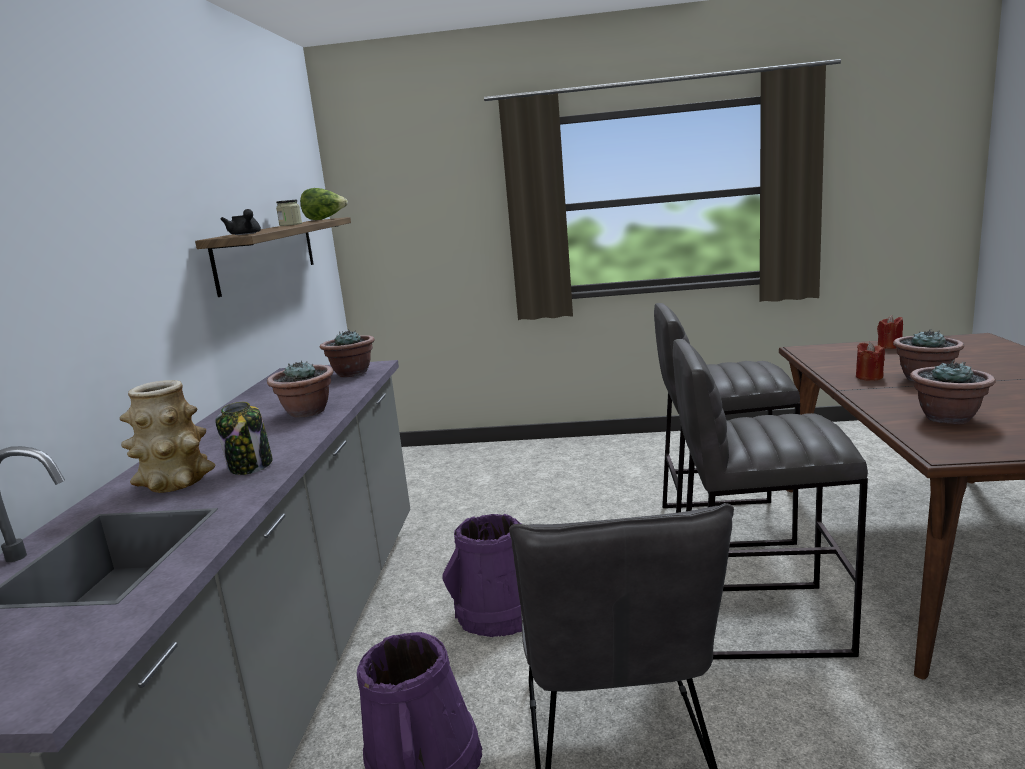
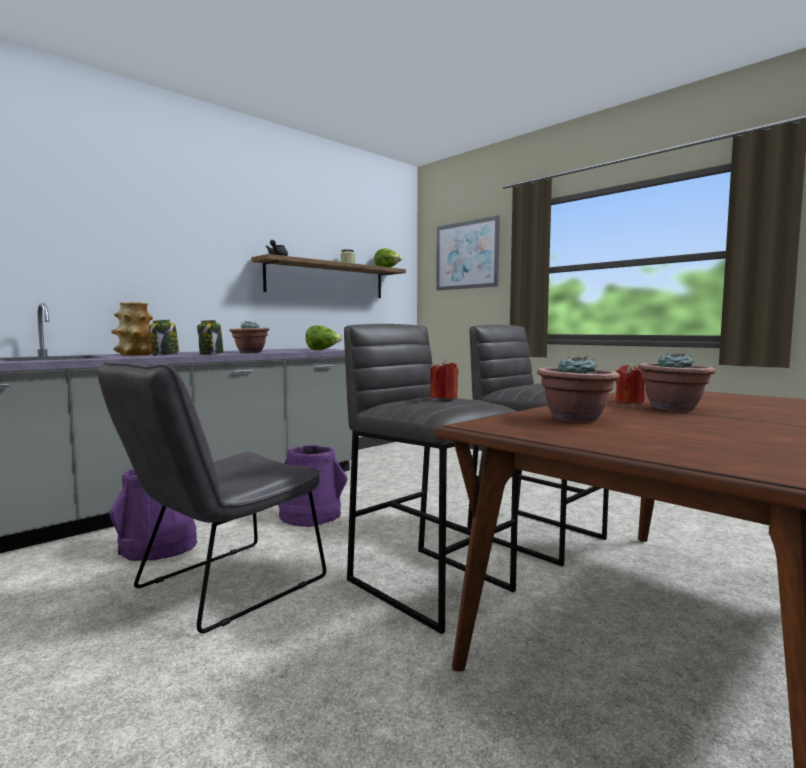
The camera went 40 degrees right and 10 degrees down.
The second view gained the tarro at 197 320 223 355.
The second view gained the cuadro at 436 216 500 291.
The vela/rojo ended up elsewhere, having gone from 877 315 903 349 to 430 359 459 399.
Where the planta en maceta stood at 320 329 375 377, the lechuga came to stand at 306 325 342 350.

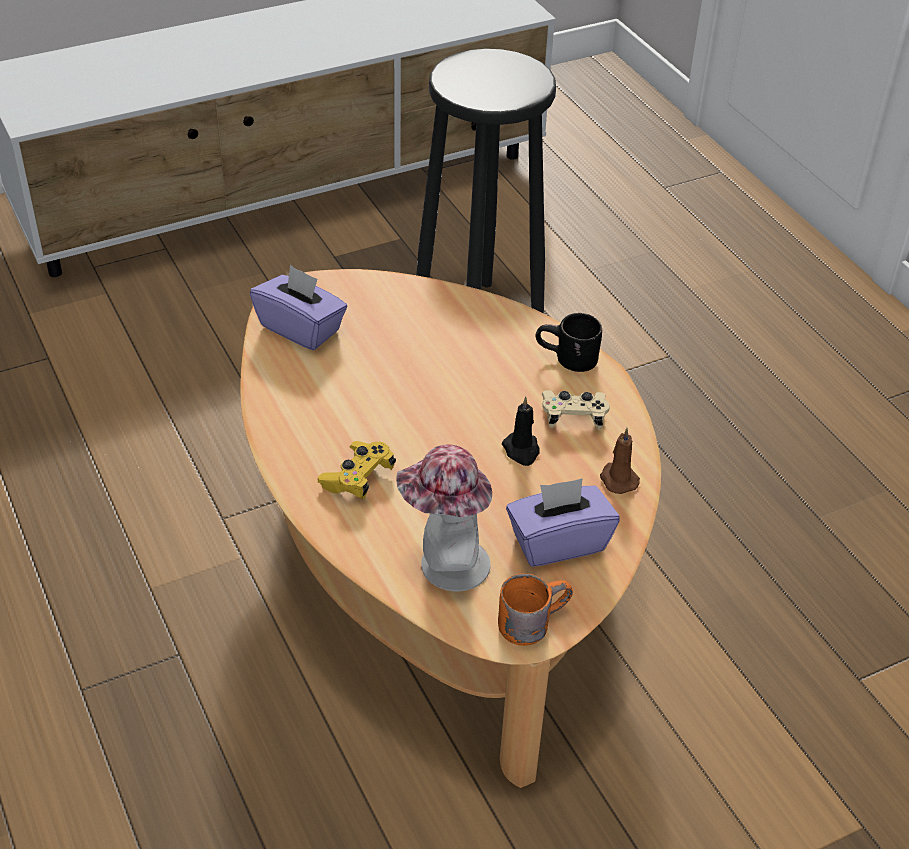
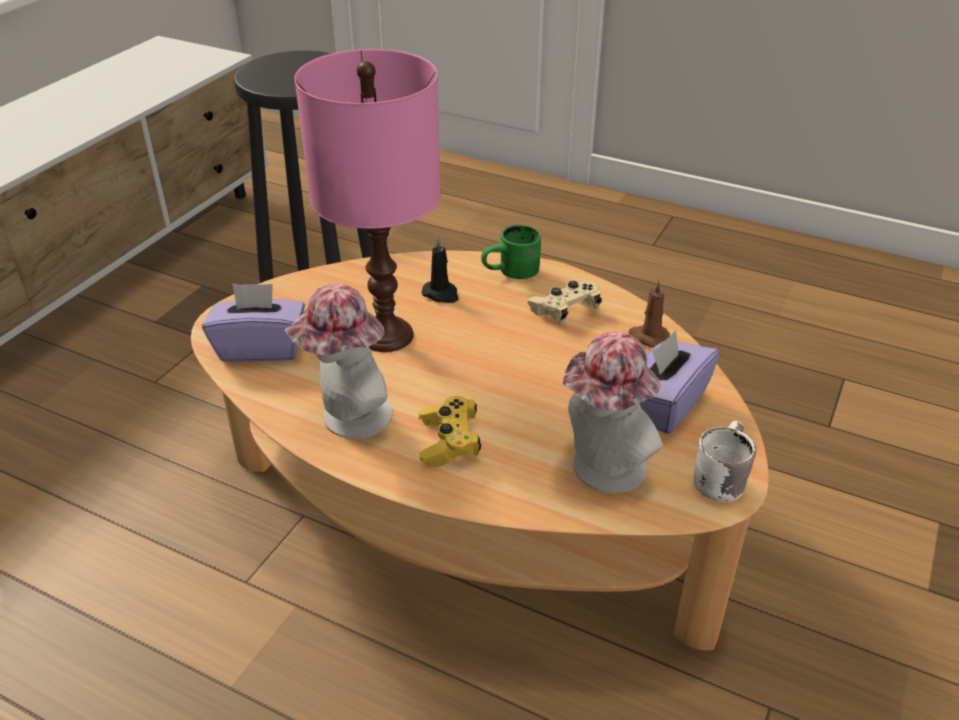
The camera went 35 degrees left and 5 degrees down.
The second view gained the sombrero at 285 284 392 439.
The second view gained the lámpara de mesa/rosa at 294 49 441 352.
The vela/negro ended up elsewhere, having gone from 502 397 540 466 to 421 237 458 303.
What was the taza grande/naranja at 498 573 573 646 turned into the taza grande/blanco at 694 421 756 502.
What was the taza grande/negro at 536 313 602 372 turned into the taza grande/verde at 481 224 541 279.

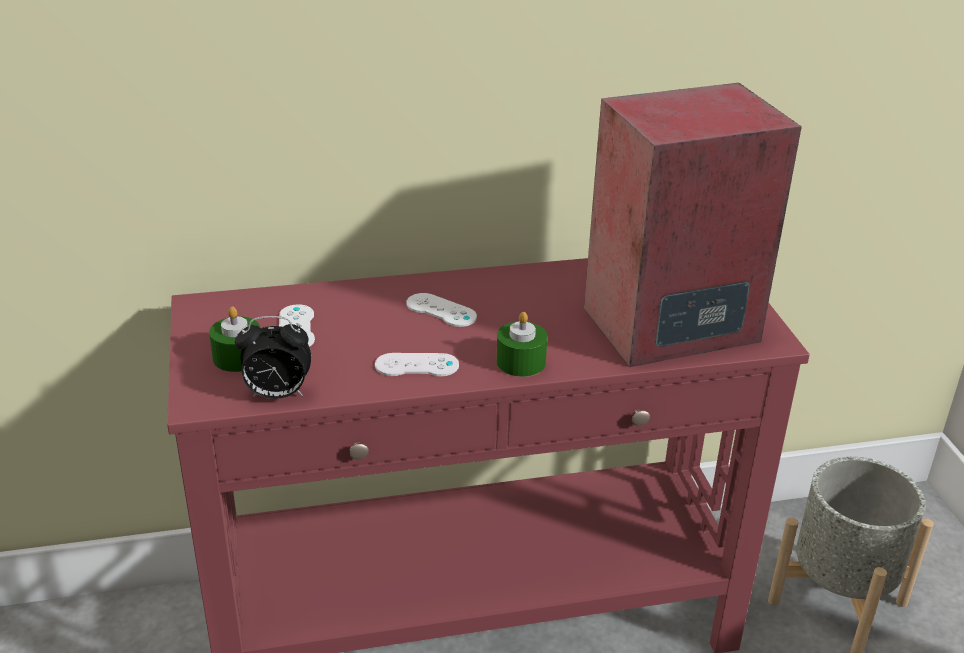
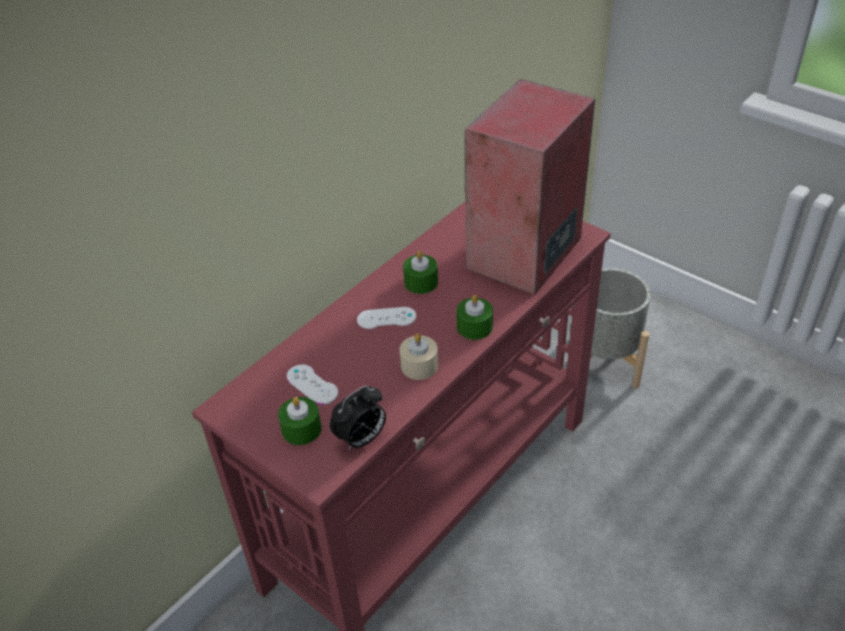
The camera went 35 degrees left and 10 degrees up.
The second view gained the vela/verde at 403 251 438 294.
Where the mando de consola/blanco stood at 375 353 459 376, the vela/beis came to stand at 400 333 438 380.

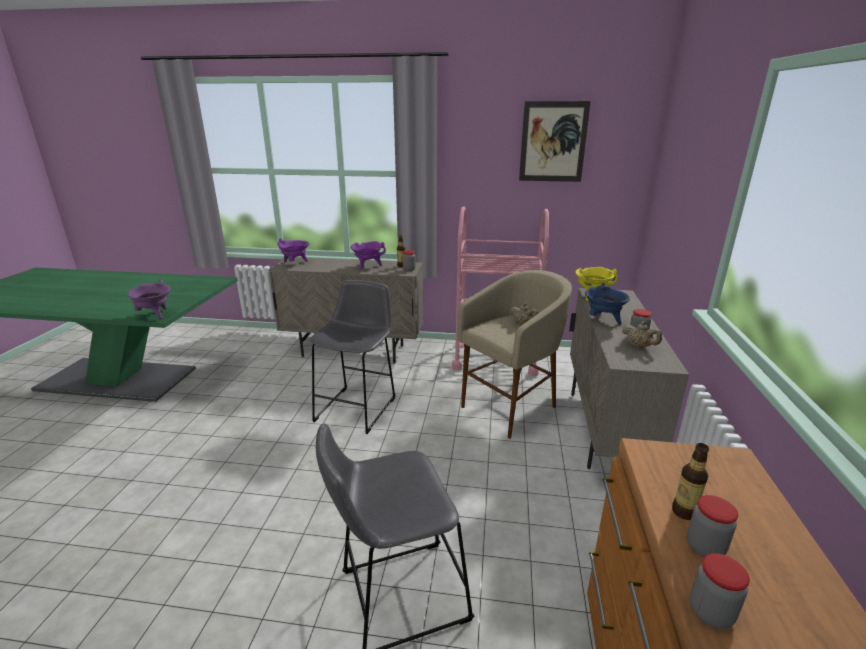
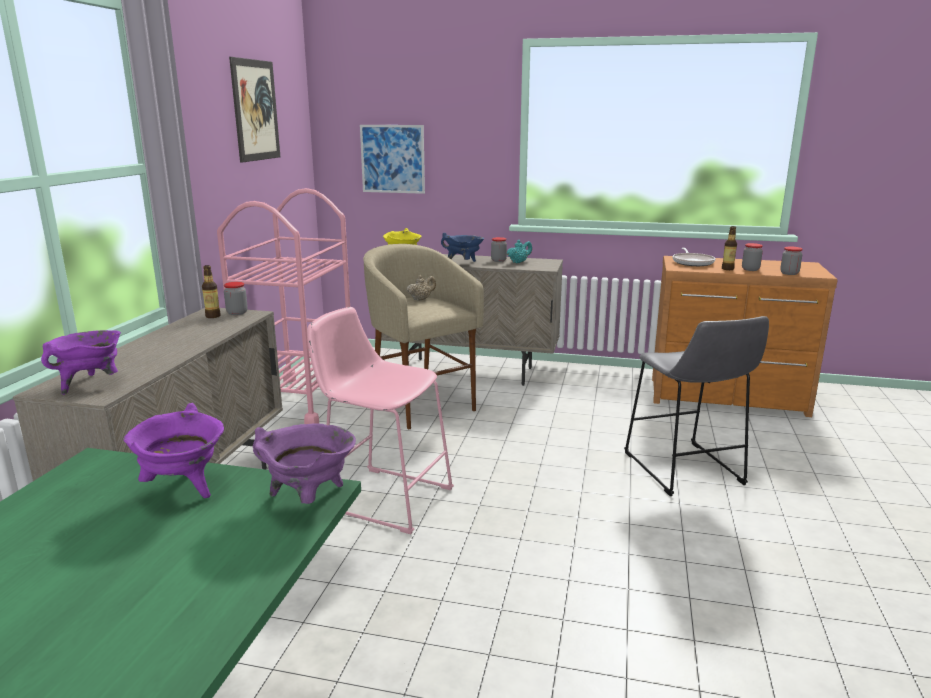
The camera went 85 degrees left and 5 degrees down.
The second view gained the cuadro at 360 125 425 194.
The second view gained the sartén at 673 248 715 266.
The olla/morado ended up elsewhere, having gone from 350 241 386 270 to 123 403 224 498.
What was the taburete/gris at 310 280 395 434 turned into the taburete/rosa at 307 307 454 534.
What was the tetera/beis at 622 321 662 348 turned into the tetera/turquesa at 507 240 532 263.

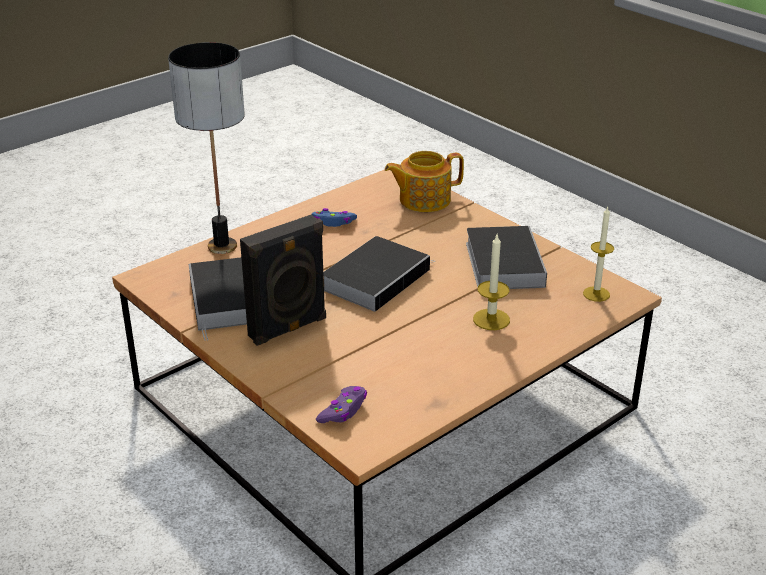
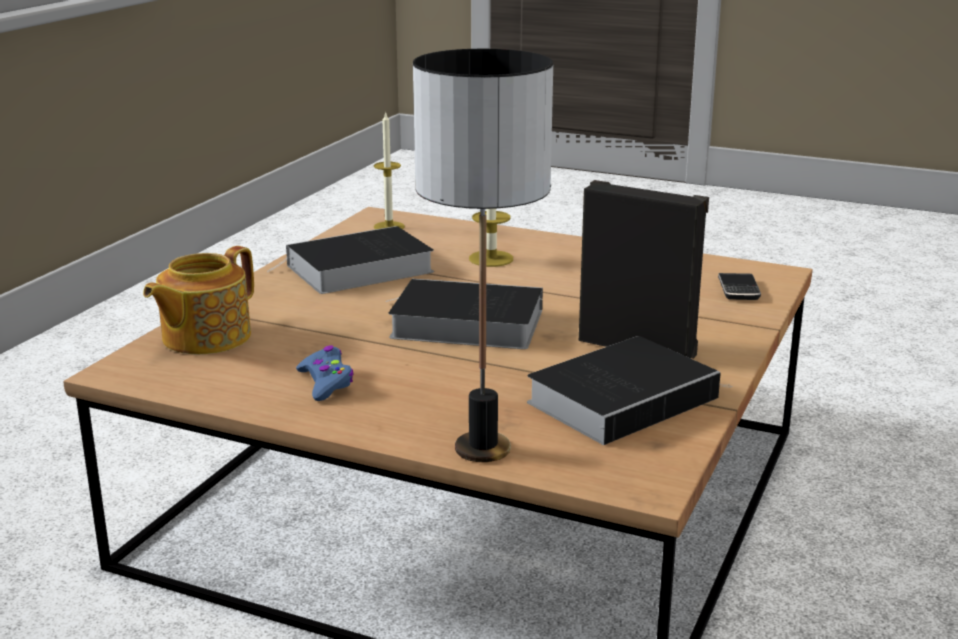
The camera went 115 degrees left and 10 degrees down.
Where the mando de consola/morado stood at 316 386 367 423, the móvil came to stand at 718 273 761 300.
The tetera at 385 151 464 212 ended up facing another way, 75 degrees clockwise from before.

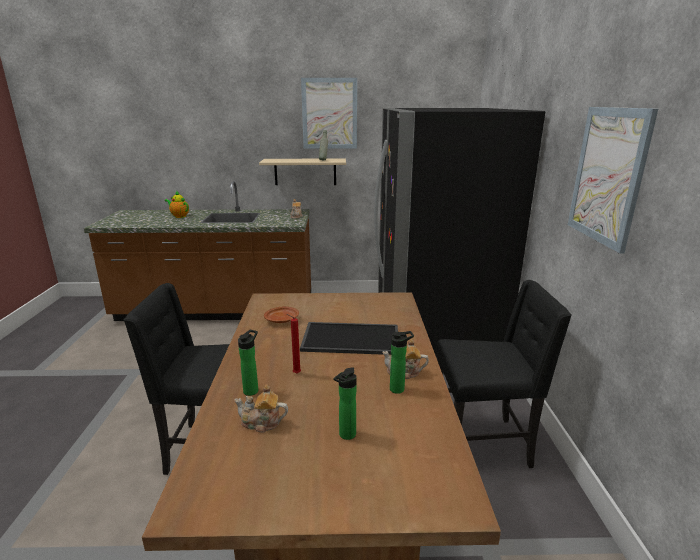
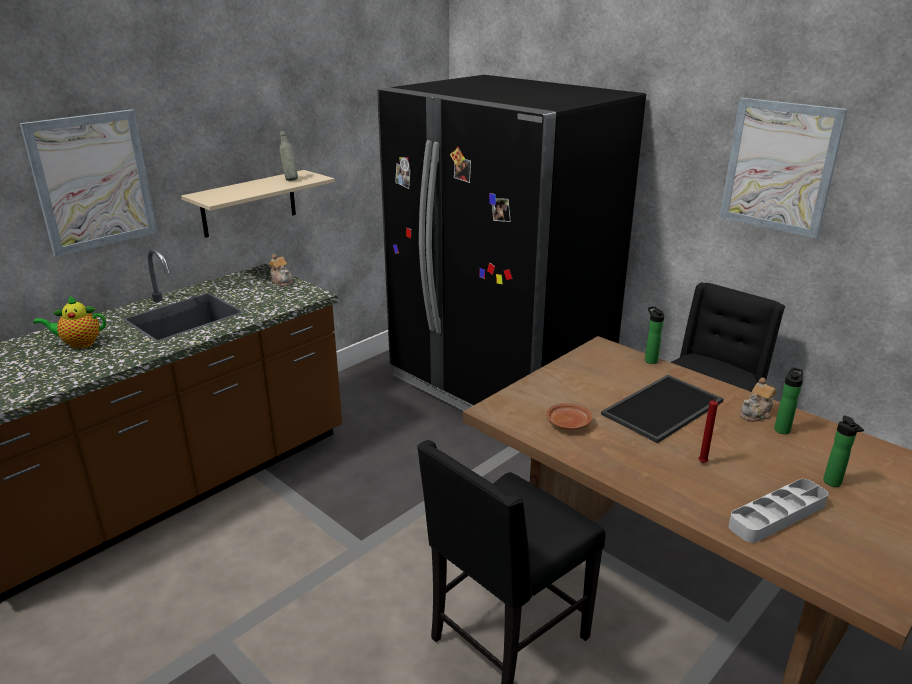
The camera went 45 degrees left and 5 degrees up.
The botella ended up elsewhere, having gone from 238 330 258 396 to 645 306 664 364.
The cuadro ended up elsewhere, having gone from 301 78 357 149 to 20 110 157 257.
Where the tetera stood at 234 384 288 433, the bandeja/gris came to stand at 729 479 828 543.

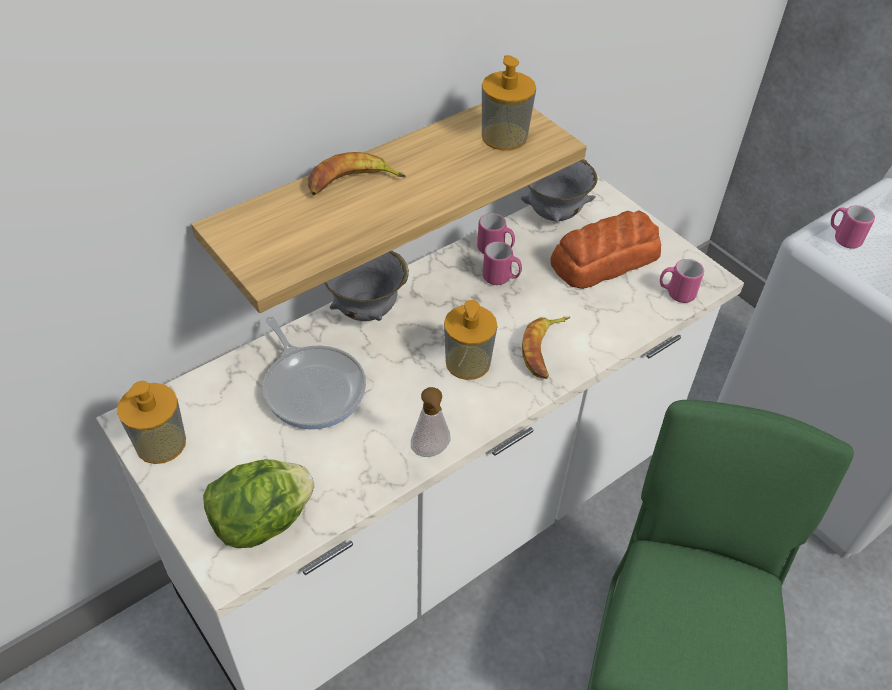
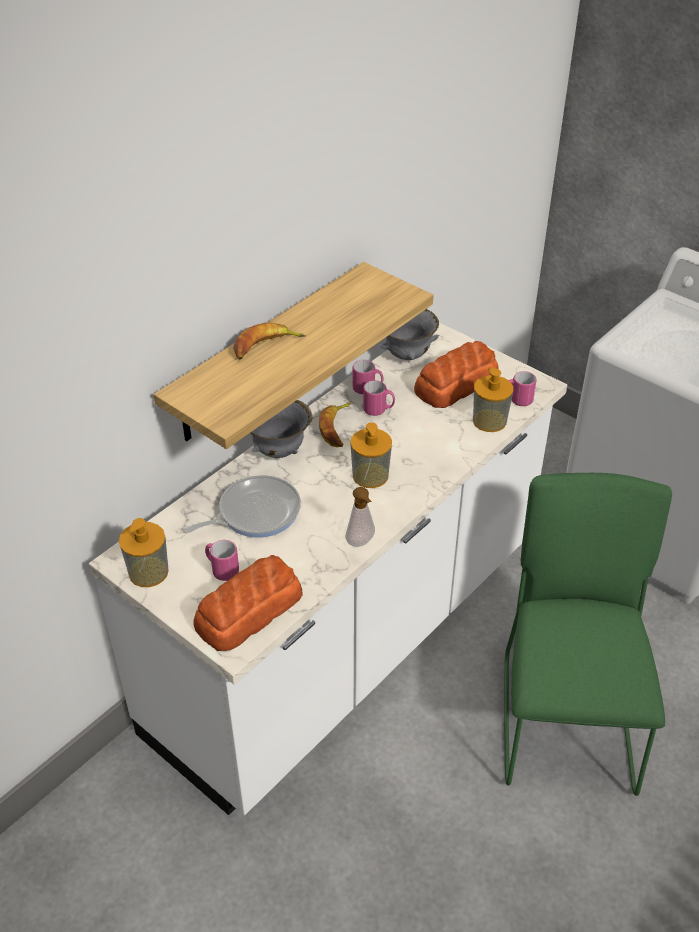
The camera went 10 degrees left and 5 degrees down.
The dispensador de jabón ended up elsewhere, having gone from 482 55 536 151 to 473 367 513 432.
The plátano ended up elsewhere, having gone from 522 317 570 379 to 319 402 352 447.
The taza grande/rosa ended up elsewhere, having gone from 831 205 875 249 to 205 540 239 581.
Where the lechuga stood at 203 459 315 548, the pan came to stand at 193 555 303 651.
The sartén at 263 316 366 430 ended up facing another way, 75 degrees counterclockwise from before.

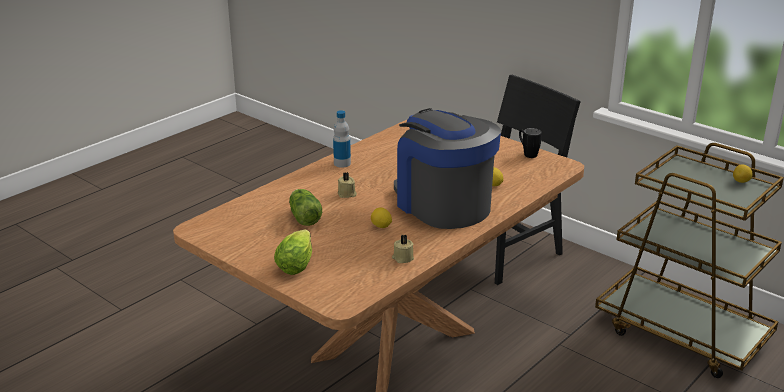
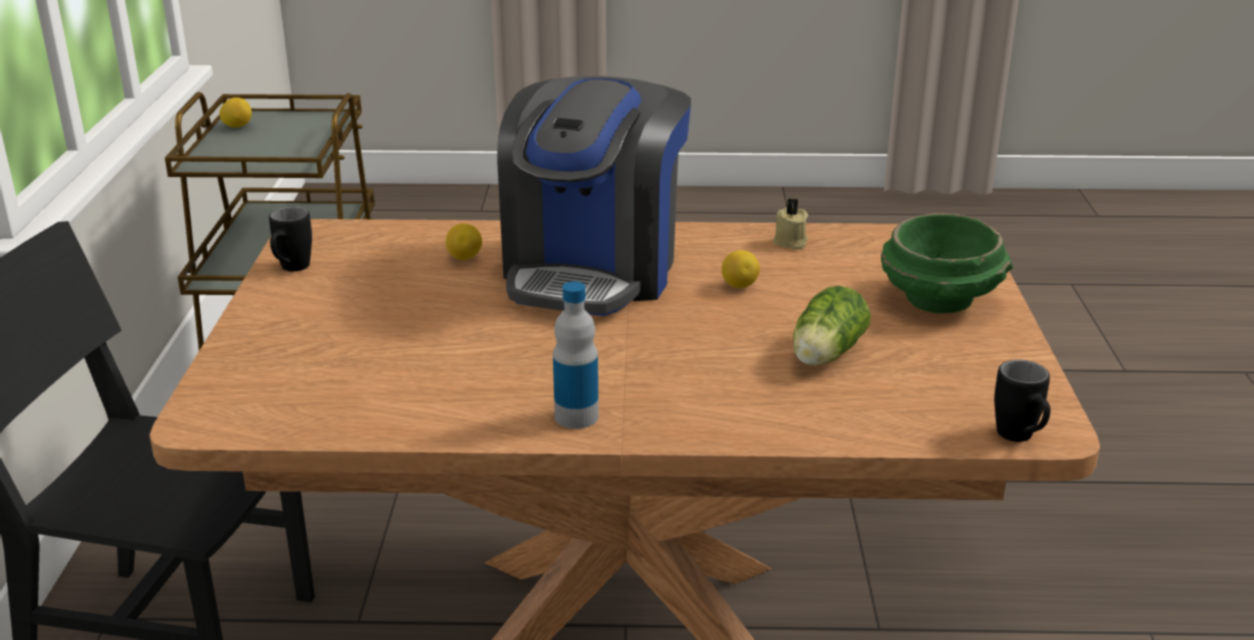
The camera went 130 degrees left and 0 degrees up.
The second view lost the vela/beis at 338 172 357 198.
The second view gained the taza grande/negro at 994 360 1050 442.
Where the lechuga stood at 274 229 312 275, the cuenco/verde came to stand at 881 213 1013 313.

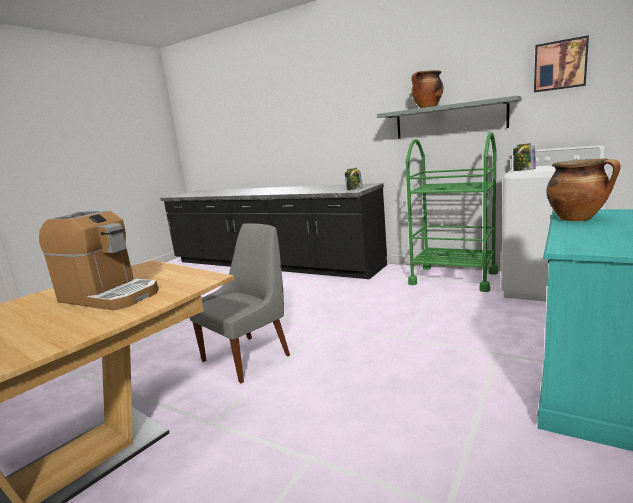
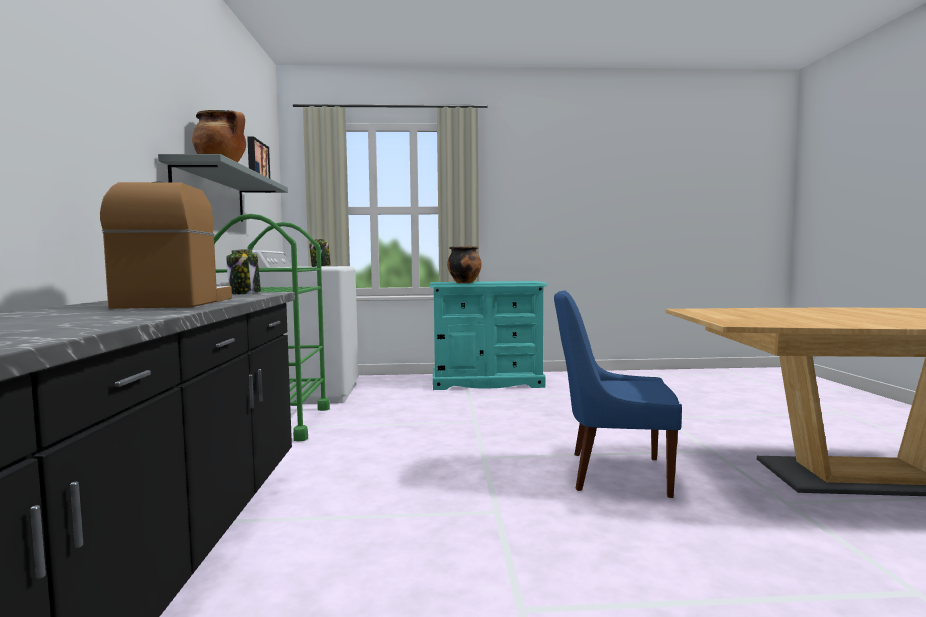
The camera went 125 degrees left and 10 degrees down.
The cafetera ended up elsewhere, having gone from 39 211 159 310 to 100 182 232 309.
What was the silla/gris at 190 223 290 383 turned into the silla/azul at 554 291 682 498.

